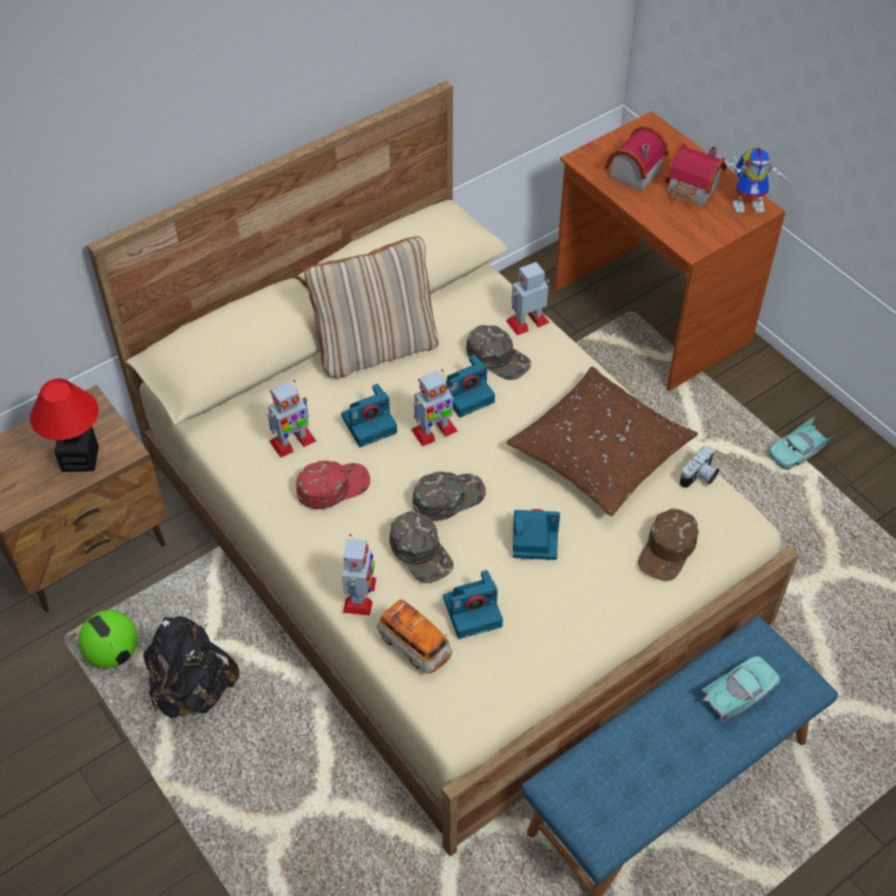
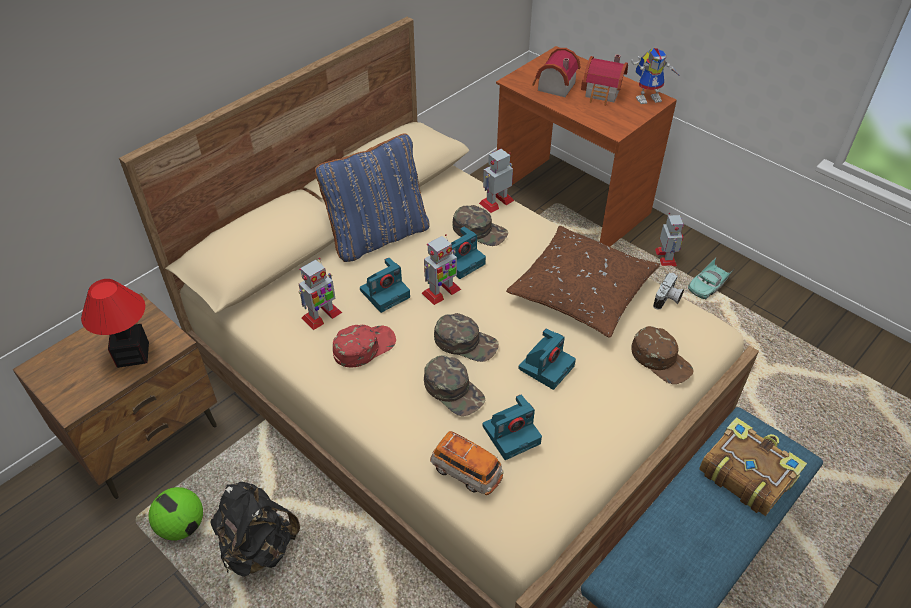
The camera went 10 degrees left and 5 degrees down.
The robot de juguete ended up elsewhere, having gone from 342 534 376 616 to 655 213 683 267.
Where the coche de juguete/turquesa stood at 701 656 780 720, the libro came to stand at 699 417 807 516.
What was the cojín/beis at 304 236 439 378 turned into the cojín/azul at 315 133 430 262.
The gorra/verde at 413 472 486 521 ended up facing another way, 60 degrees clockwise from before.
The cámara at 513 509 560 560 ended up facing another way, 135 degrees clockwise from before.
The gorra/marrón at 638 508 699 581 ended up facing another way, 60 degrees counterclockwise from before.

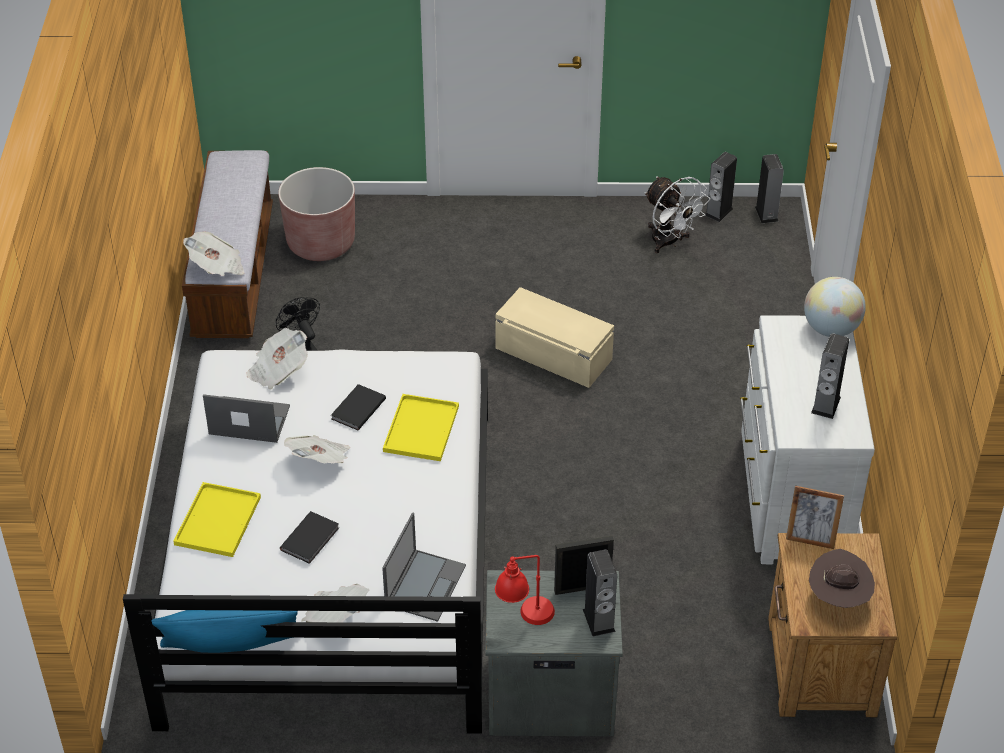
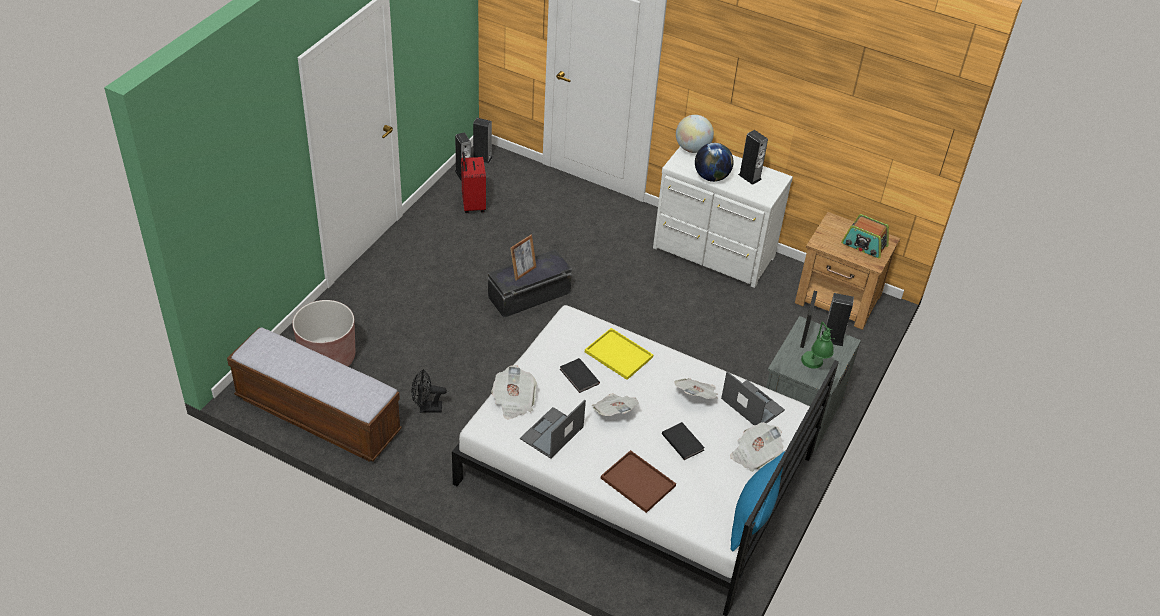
The camera went 65 degrees left and 0 degrees up.
The second view gained the globo terráqueo at 695 143 734 182.
The periódico ended up elsewhere, having gone from 183 231 245 276 to 674 378 718 399.
The portarretratos ended up elsewhere, having gone from 786 486 844 549 to 510 235 536 281.
Where the ventilador/blanco stood at 645 176 710 253, the maleta/rojo came to stand at 461 152 486 213.
Where the sombrero/marrón stood at 809 549 875 608, the radio came to stand at 841 214 889 258.
What was the bandeja/amarillo at 173 482 261 557 turned into the bandeja/marrón at 601 450 676 513.
What was the caja de almacenaje/beis at 495 287 614 388 turned into the caja de almacenaje/negro at 488 249 572 318.
What was the lámpara de mesa/rojo at 495 555 555 625 turned into the lámpara de mesa/verde at 801 322 834 369.

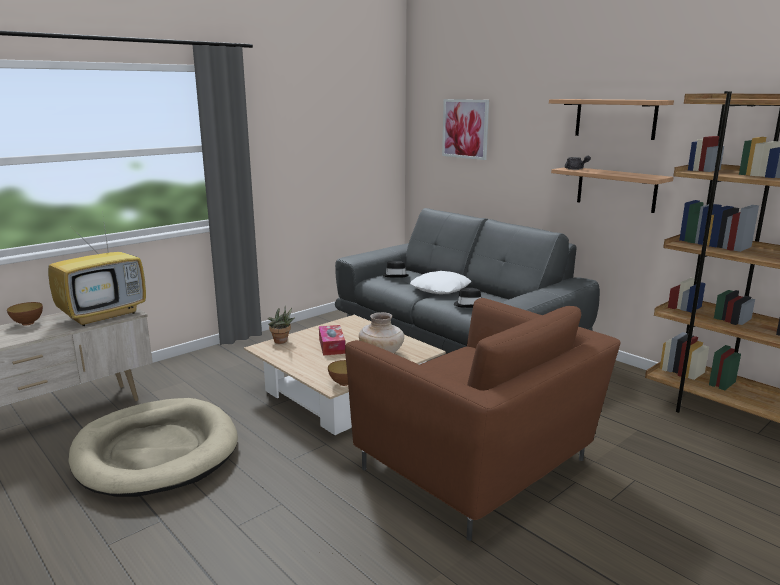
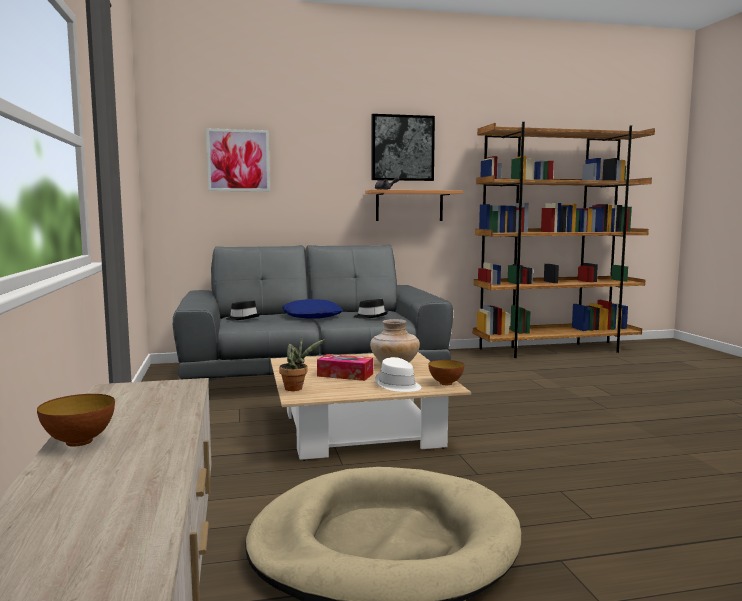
The camera went 60 degrees left and 10 degrees down.
The second view lost the televisor at 48 218 146 326.
The second view lost the sillón/marrón at 345 298 621 541.
The second view gained the sombrero/blanco at 375 357 421 392.
Where the estante hung at 549 99 674 140, the cuadro came to hang at 372 114 435 181.
What was the cojín/blanco at 410 271 471 294 turned into the cojín/azul at 282 299 343 319.

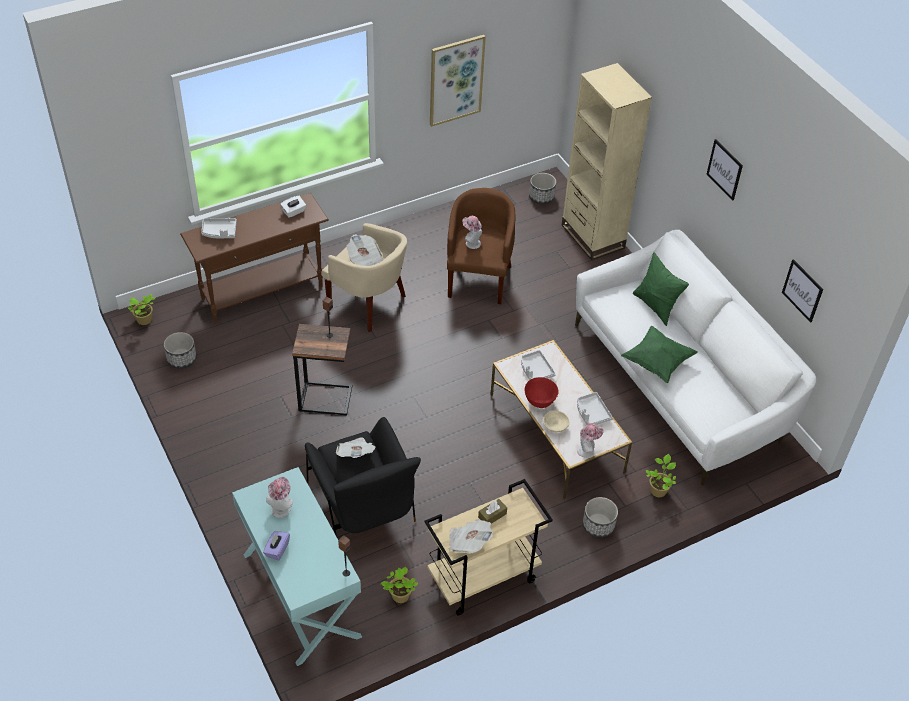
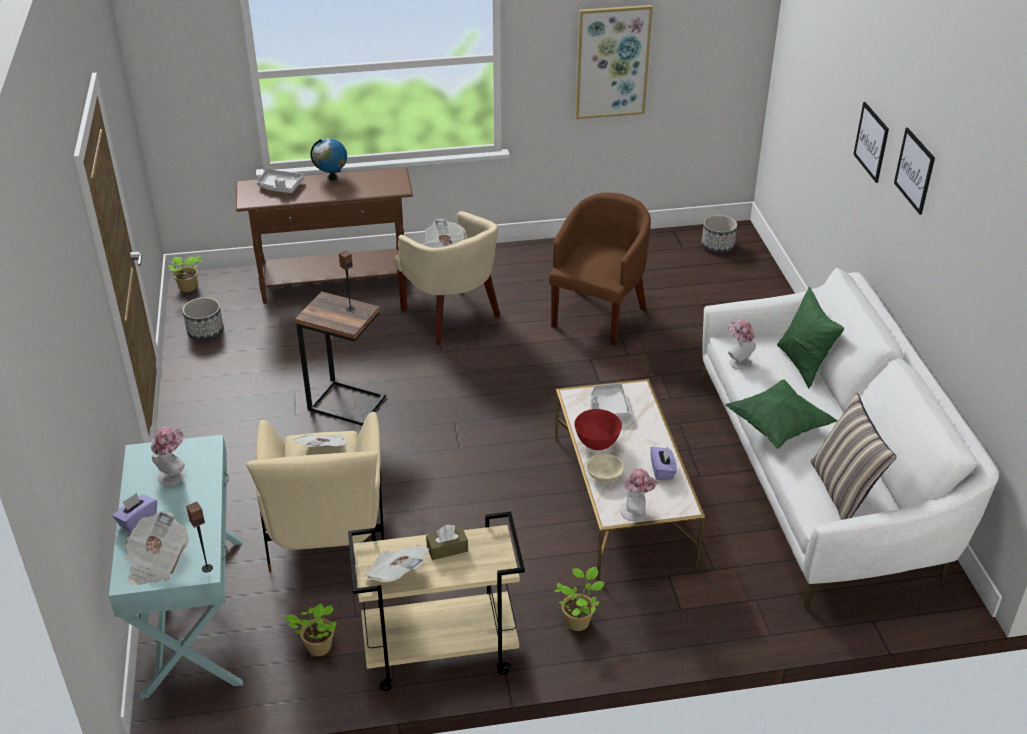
The camera went 20 degrees right and 10 degrees down.
The second view lost the caja de pañuelos/blanco at 280 196 306 218.
The second view lost the estantería/beis at 562 63 652 260.
The second view lost the maceta at 583 497 618 538.
The second view gained the periódico at 125 511 189 585.
The second view gained the globo terráqueo at 310 138 347 181.
The second view gained the cojín at 811 393 896 520.
The sombrero ended up elsewhere, having gone from 463 216 482 249 to 728 319 756 369.
The planta en maceta ended up elsewhere, having gone from 646 454 676 497 to 554 567 605 631.
The cuadro ended up elsewhere, having gone from 782 259 823 323 to 853 102 889 183.
Where the bandeja/gris stood at 577 392 613 425, the caja de pañuelos/morado came to stand at 650 447 677 480.
What was the sillón/negro at 305 417 421 537 turned into the sillón/beis at 246 412 384 573.

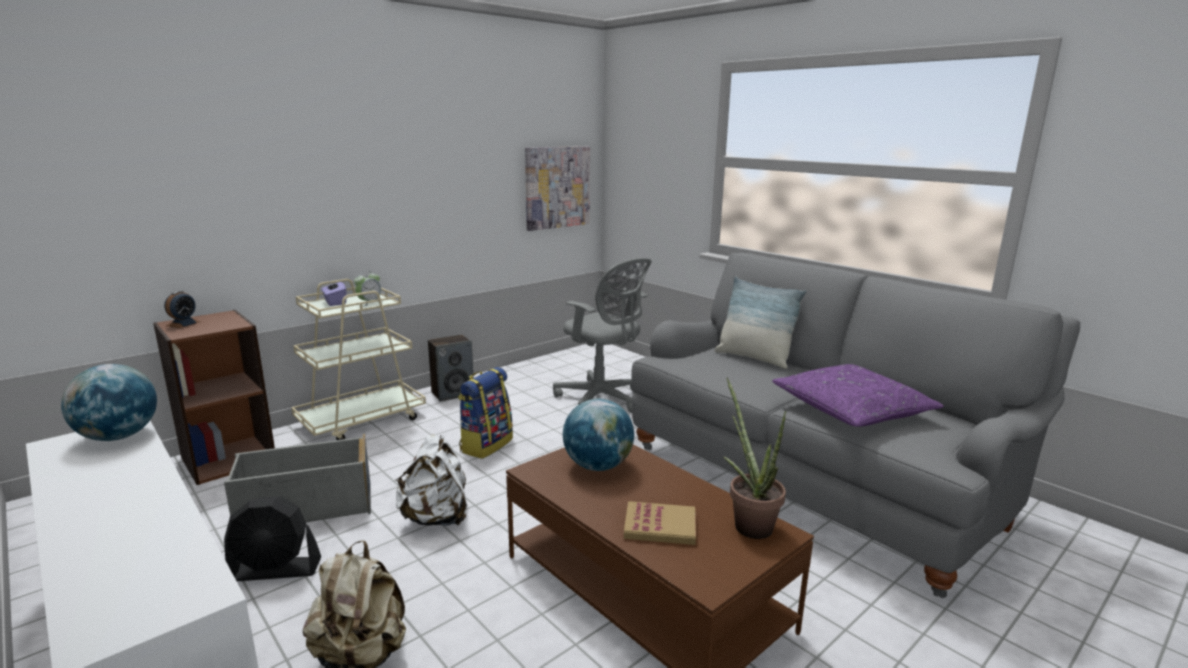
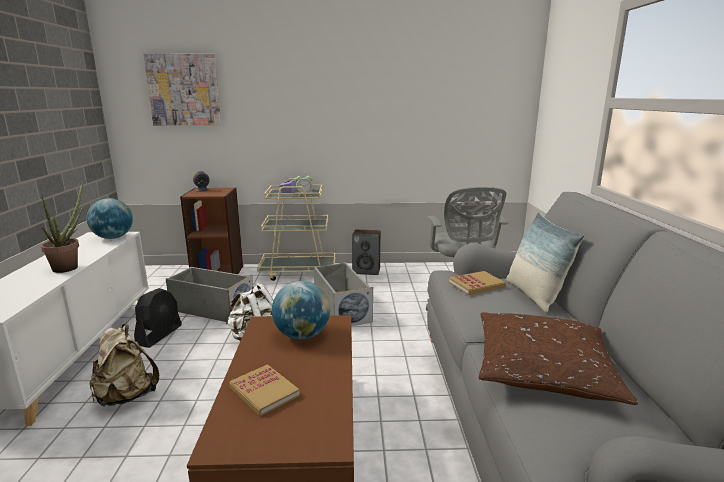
The camera went 40 degrees right and 0 degrees up.
The second view gained the libro at 449 271 506 295.
The cuadro ended up elsewhere, having gone from 525 146 590 231 to 144 53 221 125.
The planta en maceta ended up elsewhere, having gone from 724 378 786 539 to 41 182 83 273.
Where the mochila stood at 458 367 513 459, the caja de almacenaje/gris came to stand at 314 262 373 326.
What was the cojín/morado at 772 364 944 427 turned into the cojín/marrón at 478 312 638 405.
The ventilador/negro at 224 496 321 581 ended up facing another way, 105 degrees counterclockwise from before.

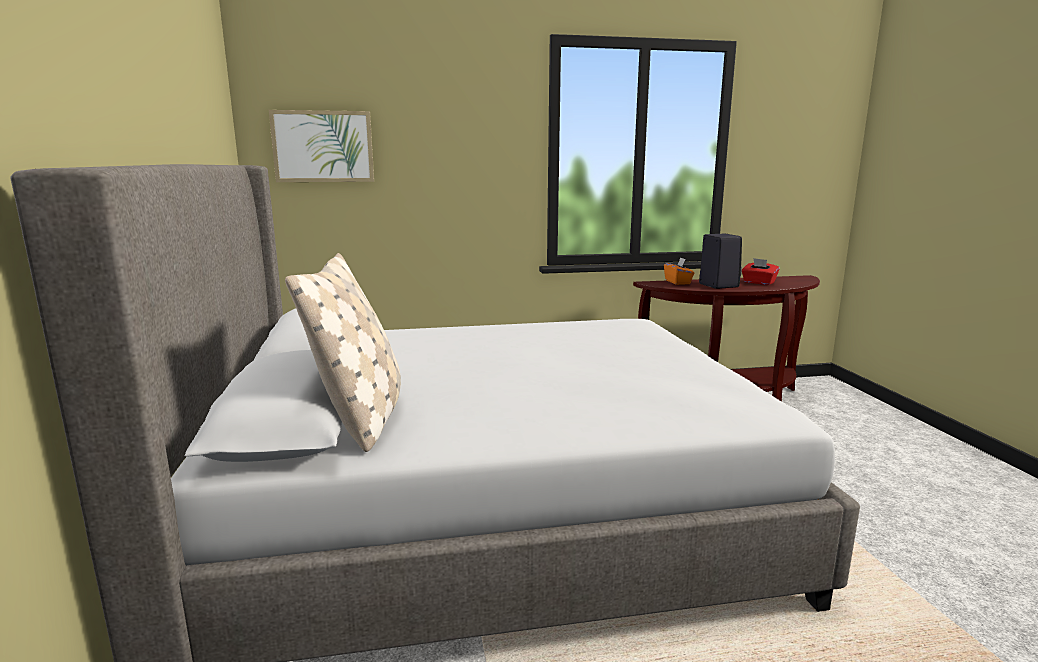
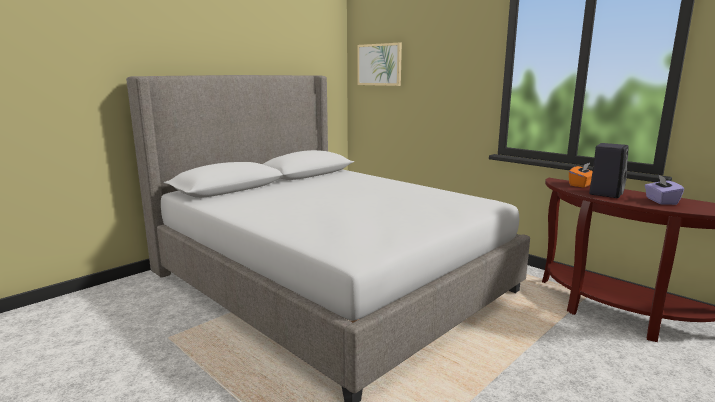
The camera went 55 degrees right and 0 degrees up.
The second view lost the cojín/beis at 285 253 401 452.
What was the caja de pañuelos/rojo at 742 258 780 285 turned into the caja de pañuelos/morado at 645 174 684 205.

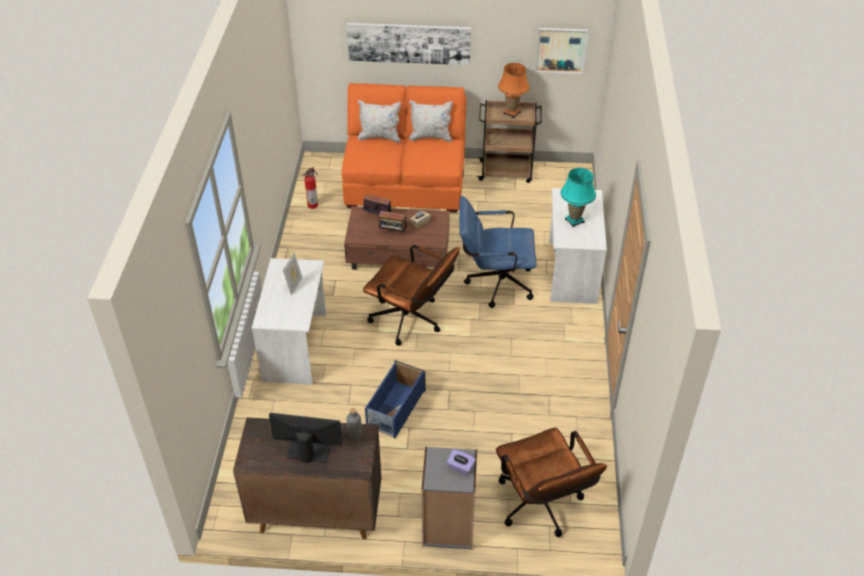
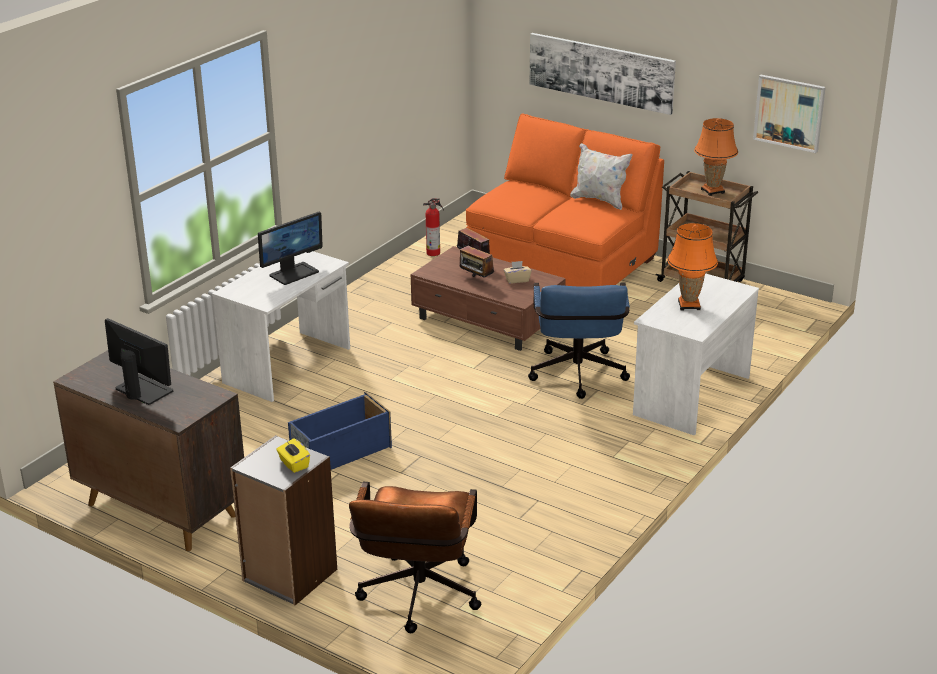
The camera went 30 degrees right and 15 degrees down.
The second view lost the botella/gris at 347 408 362 440.
The second view lost the cojín/blanco at 358 100 401 143.
The second view lost the silla de oficina/marrón at 363 245 460 346.
Where the portarretratos stood at 283 252 303 296, the monitor came to stand at 258 212 323 285.
What was the caja de pañuelos/morado at 447 449 476 475 turned into the caja de pañuelos/amarillo at 276 439 310 473.
What was the lámpara de mesa/turquesa at 560 168 596 227 turned into the lámpara de mesa/naranja at 667 223 718 310.
The silla de oficina/azul at 459 196 537 308 ended up facing another way, 120 degrees counterclockwise from before.

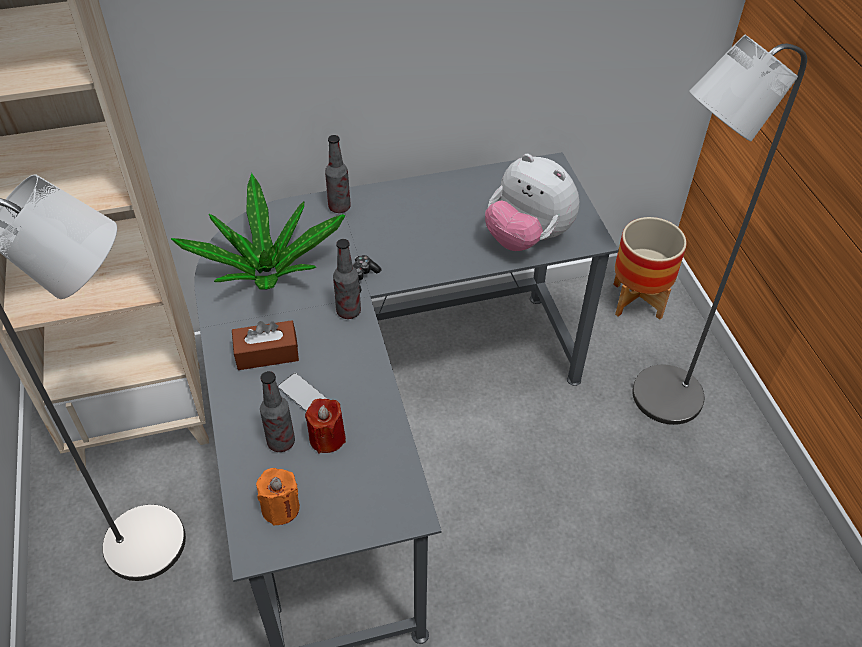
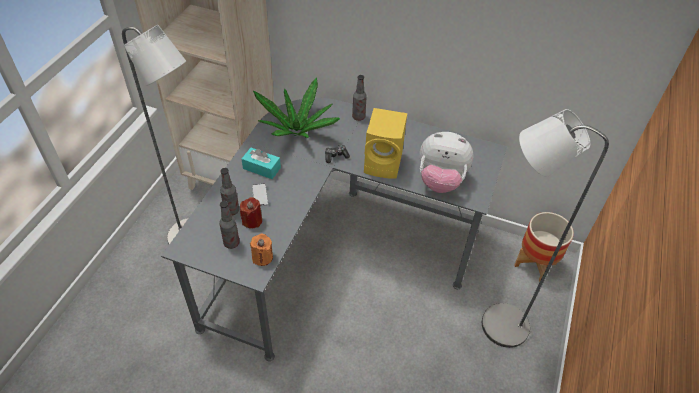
The camera went 35 degrees right and 0 degrees up.
The second view gained the altavoz/amarillo at 364 108 407 179.
The vela/naranja ended up elsewhere, having gone from 256 468 300 526 to 250 234 273 266.
The botella ended up elsewhere, having gone from 333 239 361 319 to 219 201 240 249.
What was the caja de pañuelos/marrón at 232 320 299 370 turned into the caja de pañuelos/turquesa at 242 147 281 179.
The peluche at 485 154 579 251 ended up facing another way, 60 degrees counterclockwise from before.

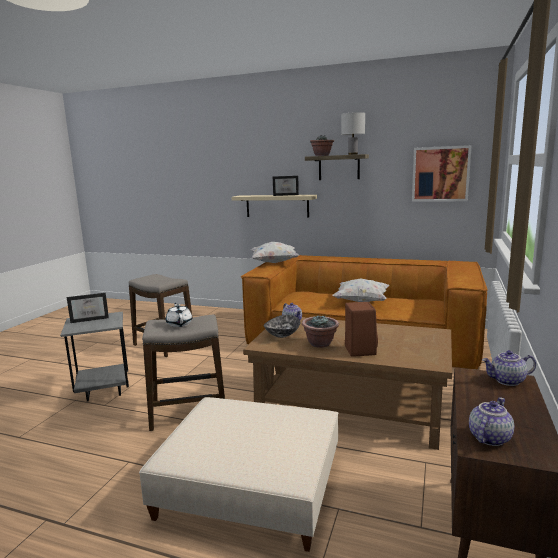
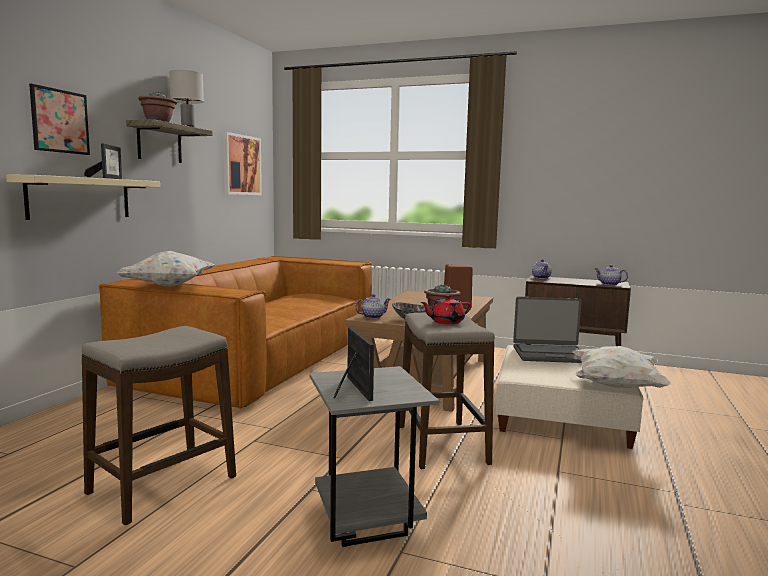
The camera went 90 degrees left and 5 degrees down.
The second view gained the cuadro at 29 84 90 155.
The second view gained the portátil at 513 297 582 363.
The cojín/blanco ended up elsewhere, having gone from 332 279 390 302 to 573 346 671 388.
What was the tetera/blanco at 166 303 193 327 turned into the tetera/rojo at 420 295 471 324.

